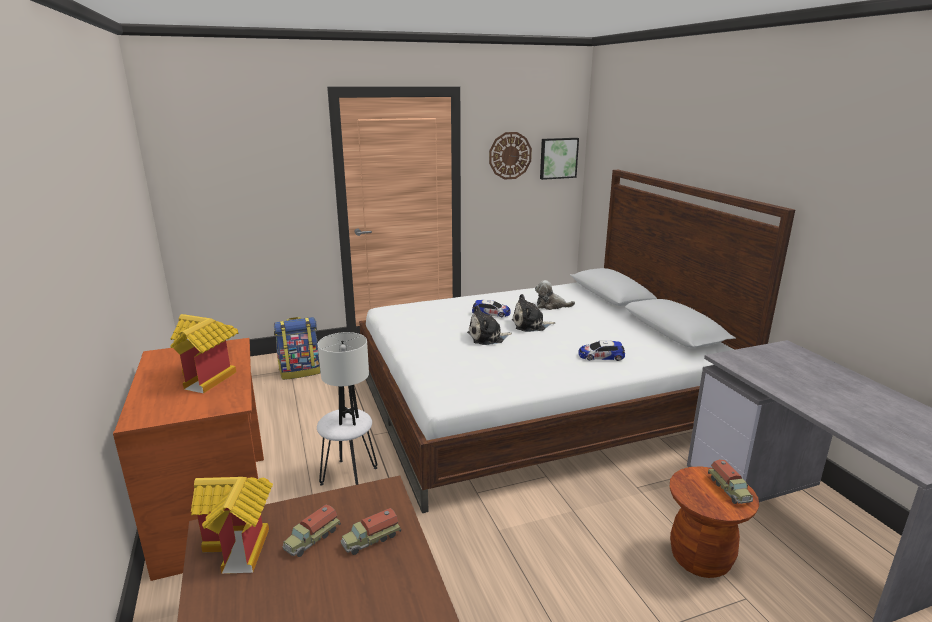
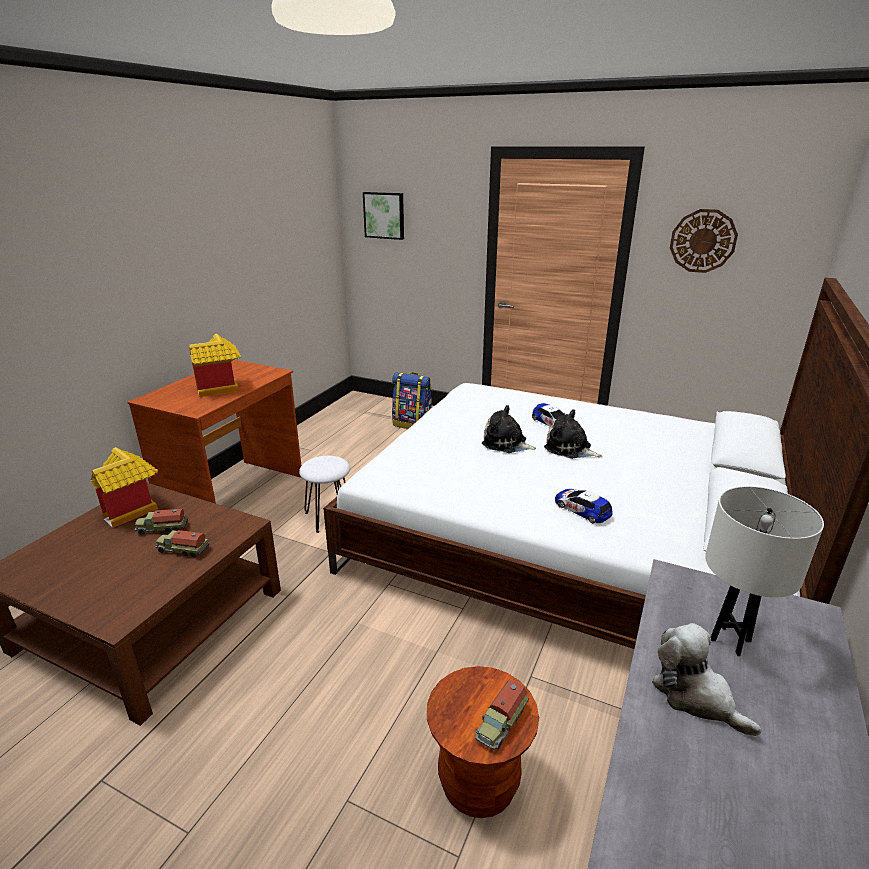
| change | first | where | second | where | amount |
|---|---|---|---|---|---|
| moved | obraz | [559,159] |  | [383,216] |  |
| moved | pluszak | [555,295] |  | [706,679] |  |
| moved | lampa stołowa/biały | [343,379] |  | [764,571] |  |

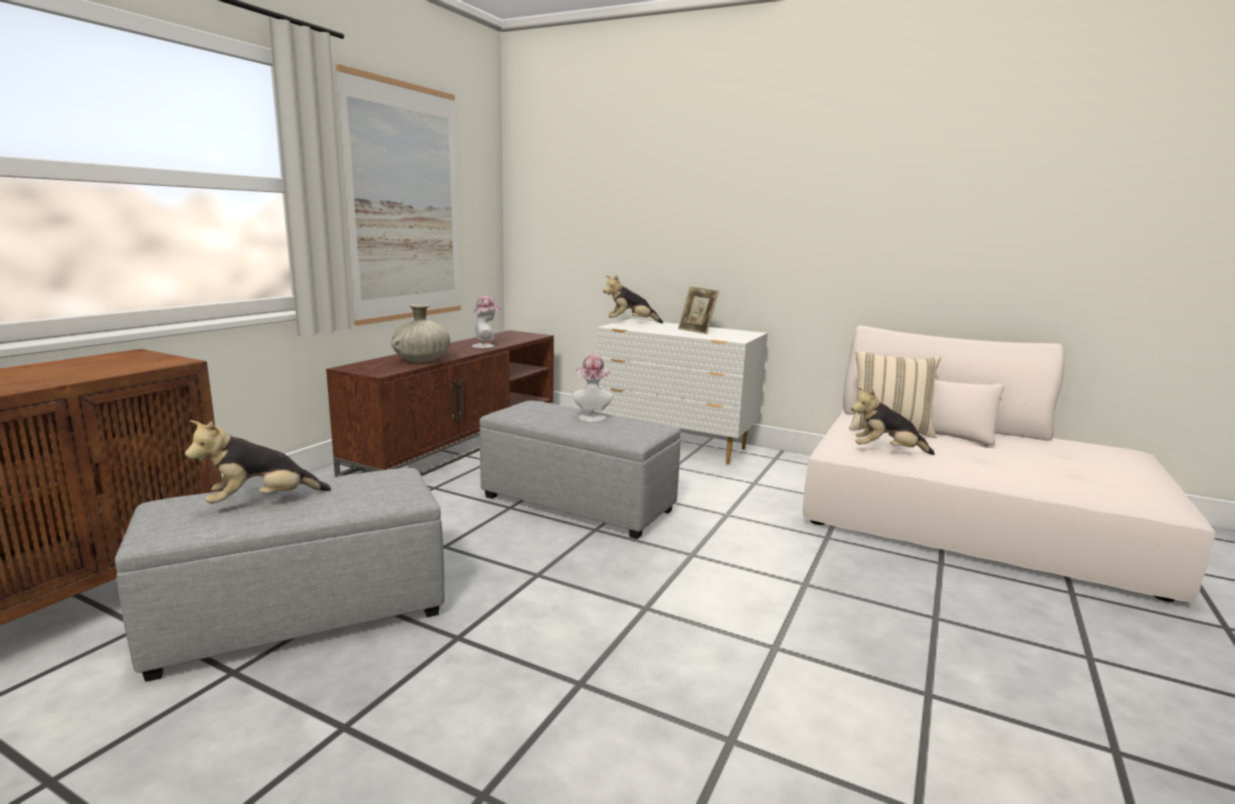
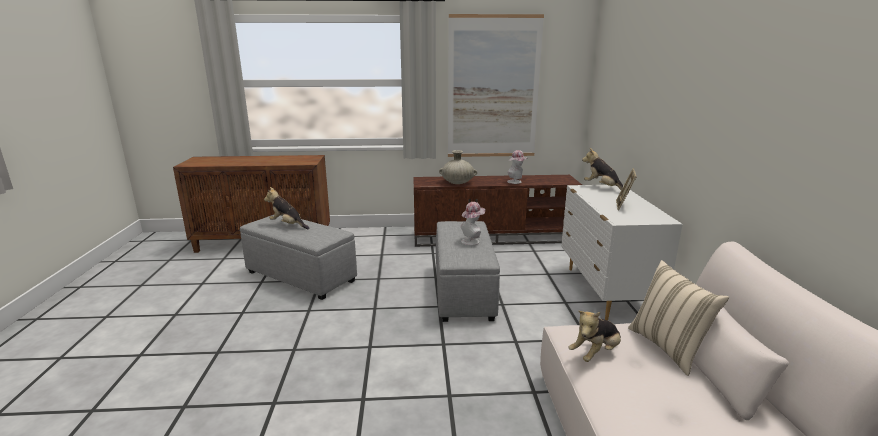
| change | first | where | second | where | amount |
|---|---|---|---|---|---|
| turned | pluszak | [893,420] |  | [595,336] | 105 degrees counterclockwise |

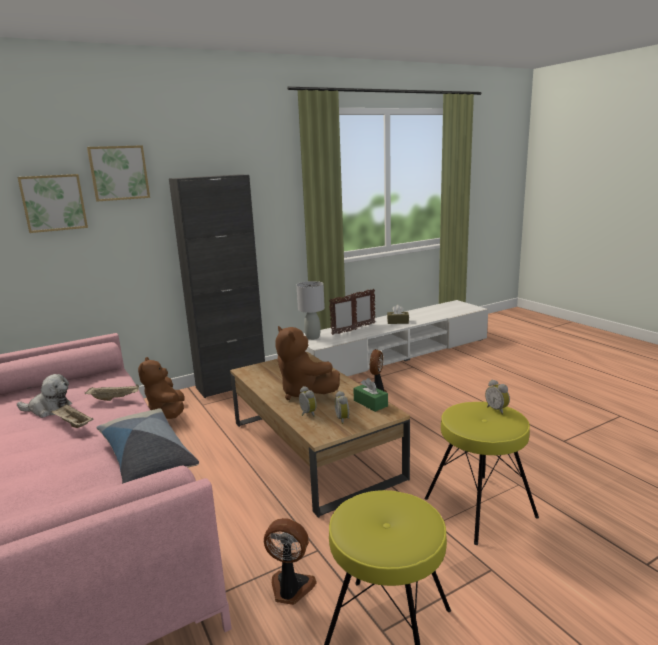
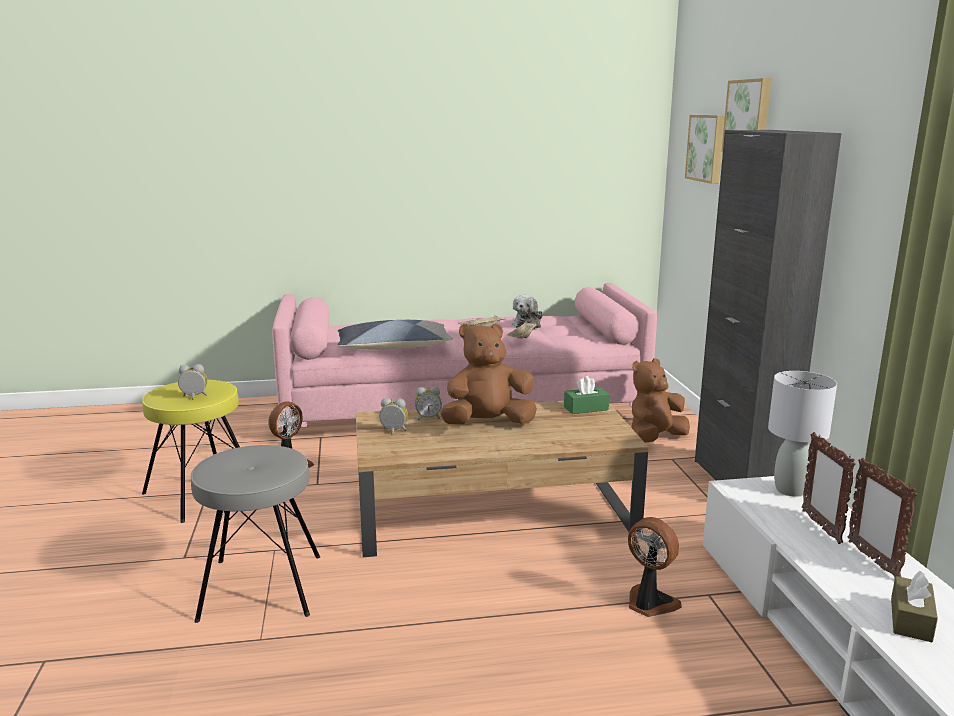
| change | first | where | second | where | amount |
|---|---|---|---|---|---|
| moved | budzik | [497,397] |  | [192,382] |  |
| recoloured | stołek/żółty | [482,473] | stołek/szary | [255,534] |  |
| moved | pudełko chusteczek/zielony | [370,395] |  | [586,395] |  |
| turned | pluszak/brązowy | [161,388] |  | [660,400] | 45 degrees counterclockwise |

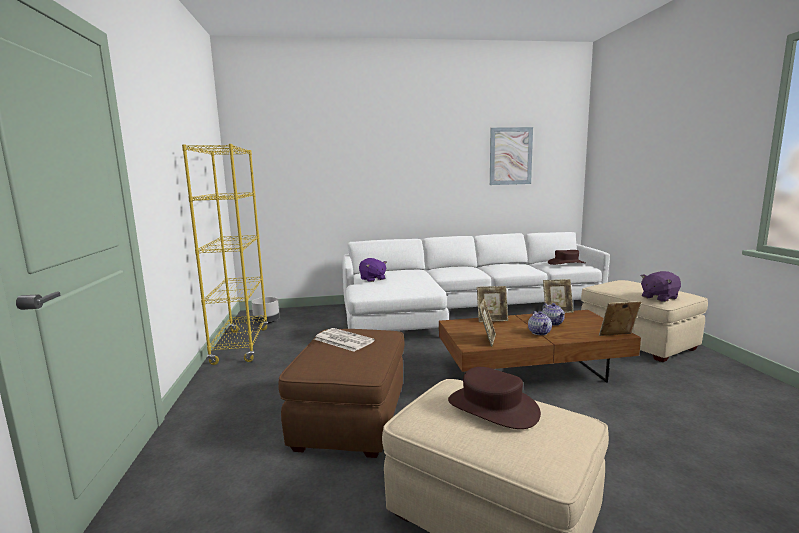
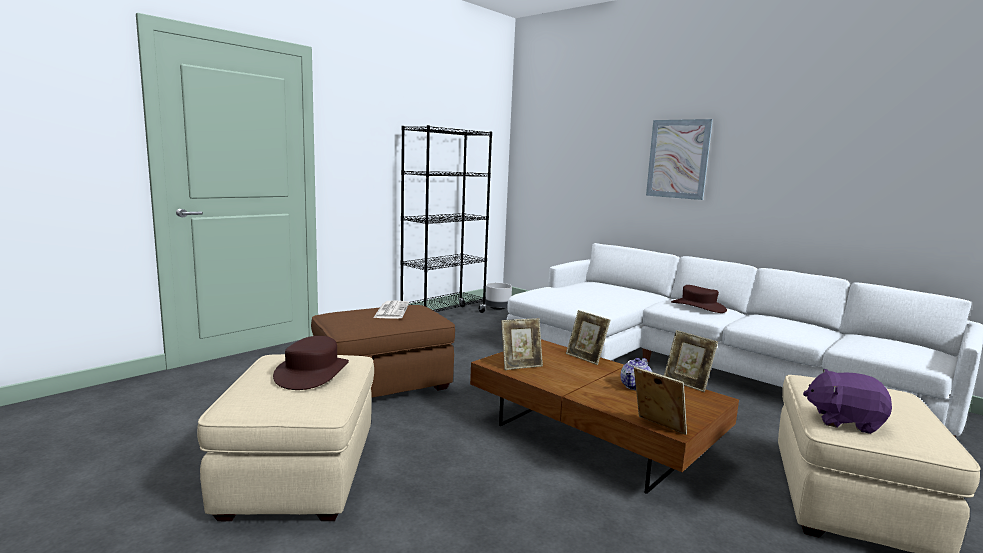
| change | first | where | second | where | amount |
|---|---|---|---|---|---|
| recoloured | regał/żółty | [225,254] | regał/czarny | [446,219] |  |
| moved | obraz | [511,156] |  | [679,159] |  |
| moved | kapelusz/brązowy | [566,257] |  | [699,299] |  |
| removed | pluszak/fioletowy | [373,270] |  |  |  |
| removed | imbryk | [540,323] |  |  |  |

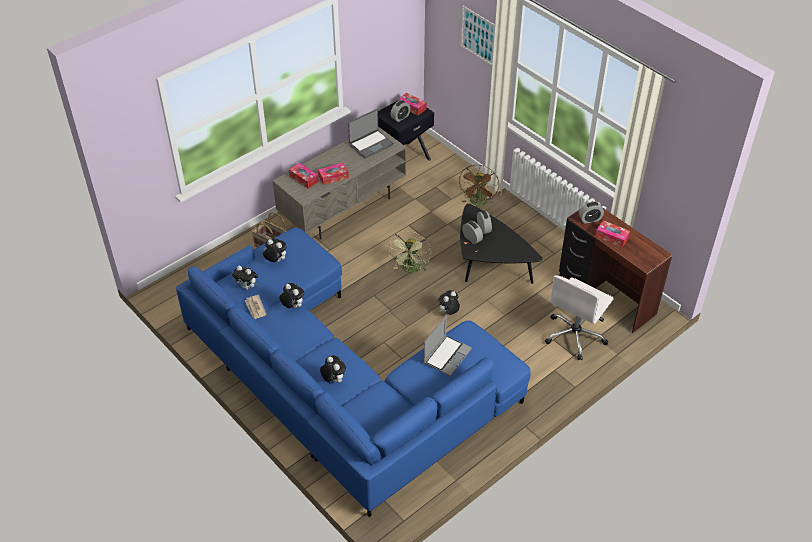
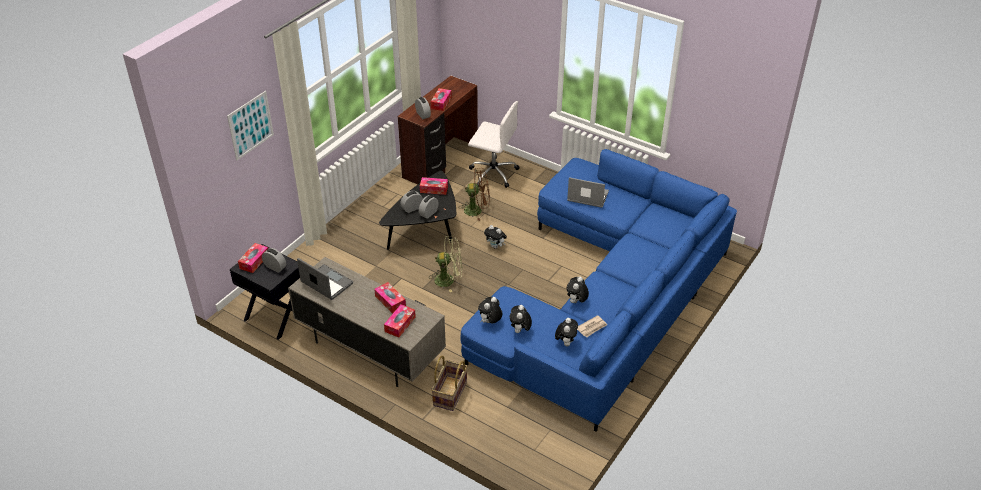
| change | first | where | second | where | amount |
|---|---|---|---|---|---|
| added |  |  | pudełko chusteczek | [434,186] |  |
| moved | wentylator/brązowy | [478,185] |  | [474,194] |  |
| moved | pluszak | [333,368] |  | [490,310] |  |

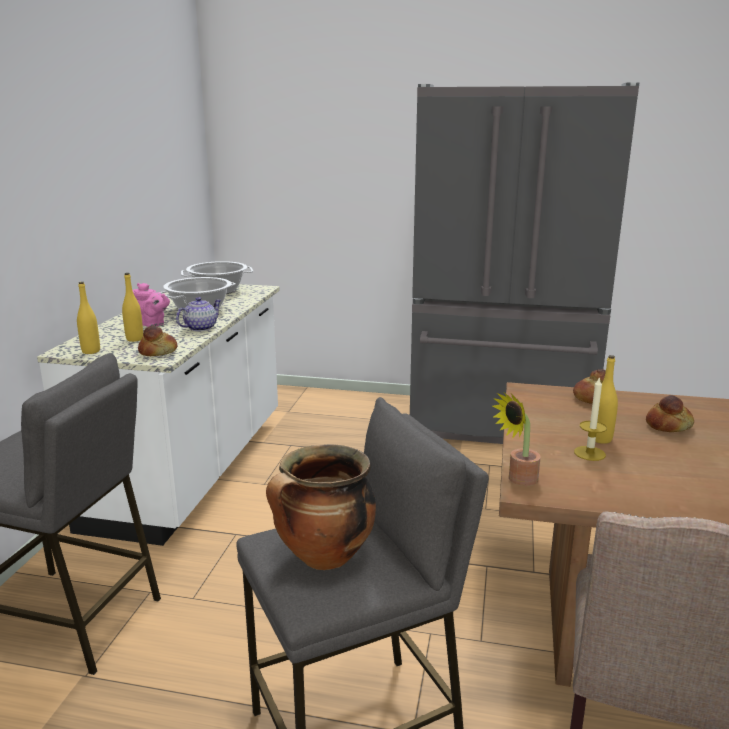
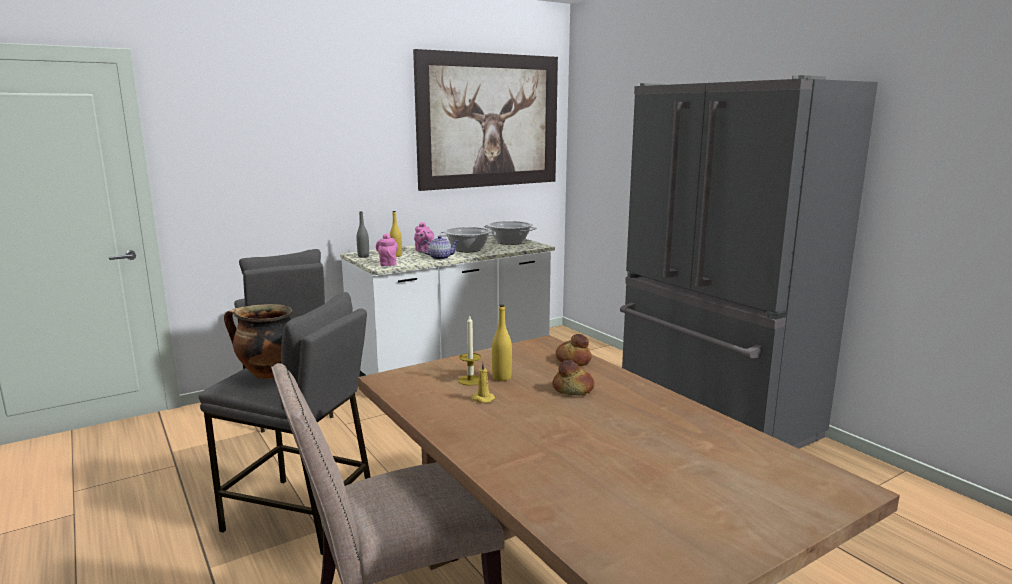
| change | first | where | second | where | amount |
|---|---|---|---|---|---|
| recoloured | butelka/żółty | [88,318] | butelka/szary | [362,234] |  |
| replaced | chleb | [157,340] | imbryk/różowy | [387,249] |  |
| added |  |  | obraz | [485,120] |  |
| added |  |  | świeca/żółty | [483,382] |  |
| removed | roślina doniczkowa | [516,439] |  |  |  |

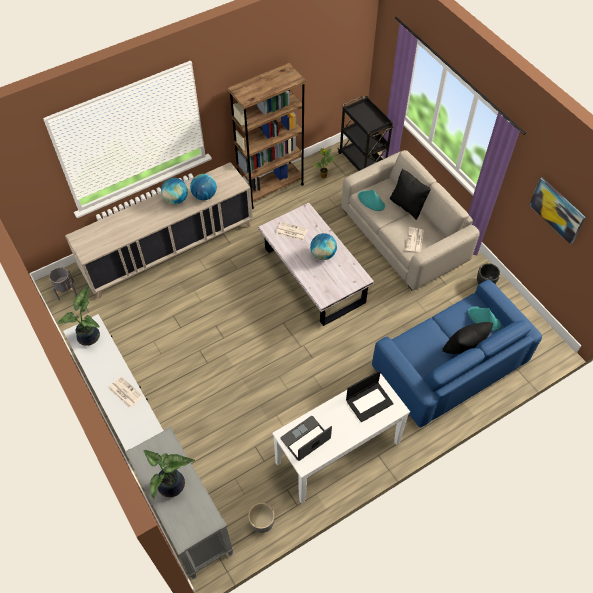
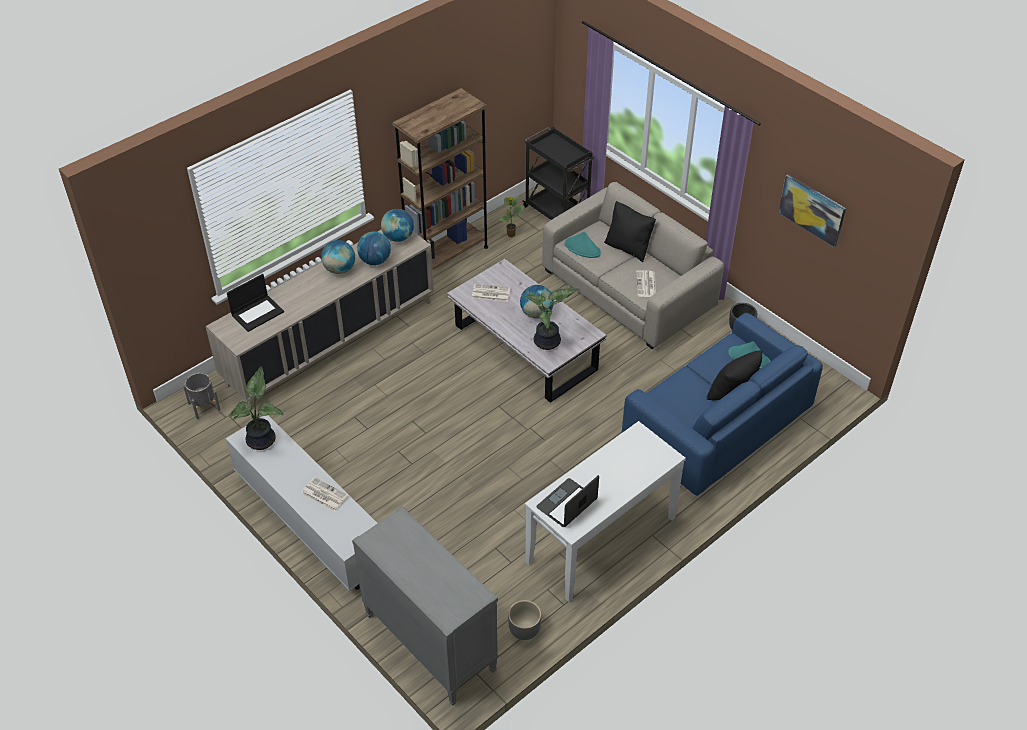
| change | first | where | second | where | amount |
|---|---|---|---|---|---|
| moved | laptop | [370,396] |  | [255,303] |  |
| added |  |  | globus | [397,225] |  |
| moved | roślina doniczkowa | [169,474] |  | [552,319] |  |

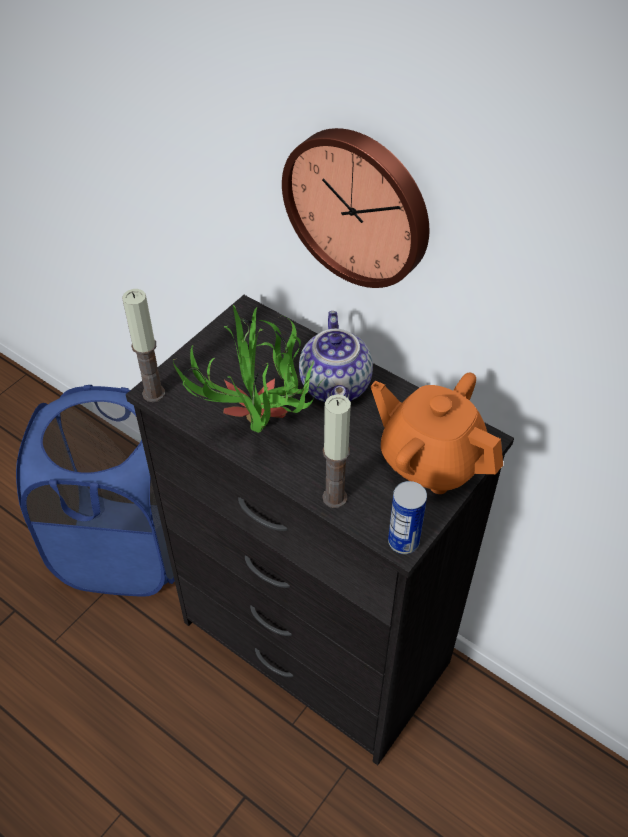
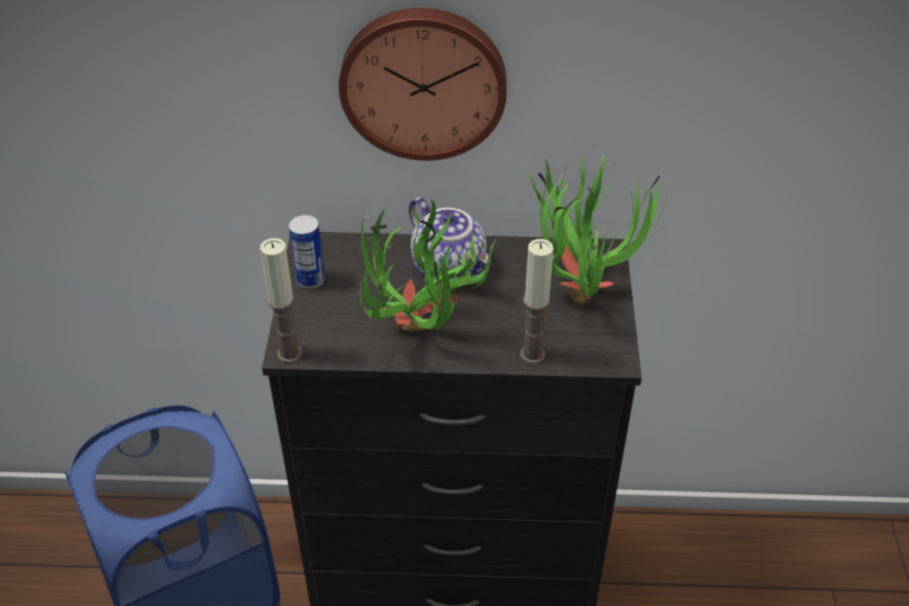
| change | first | where | second | where | amount |
|---|---|---|---|---|---|
| moved | puszka | [407,517] |  | [307,251] |  |
| replaced | imbryk/pomarańczowy | [437,433] | roślina doniczkowa | [597,229] |  |

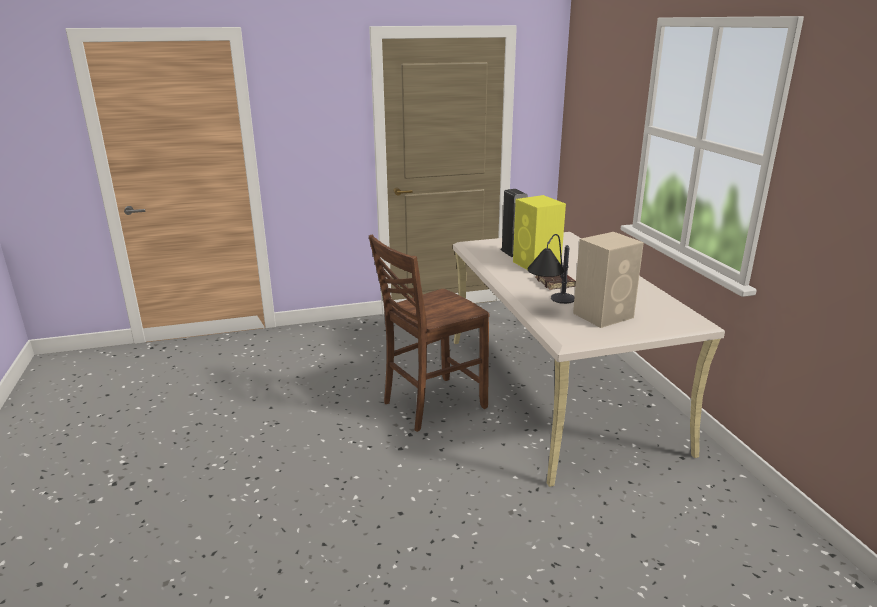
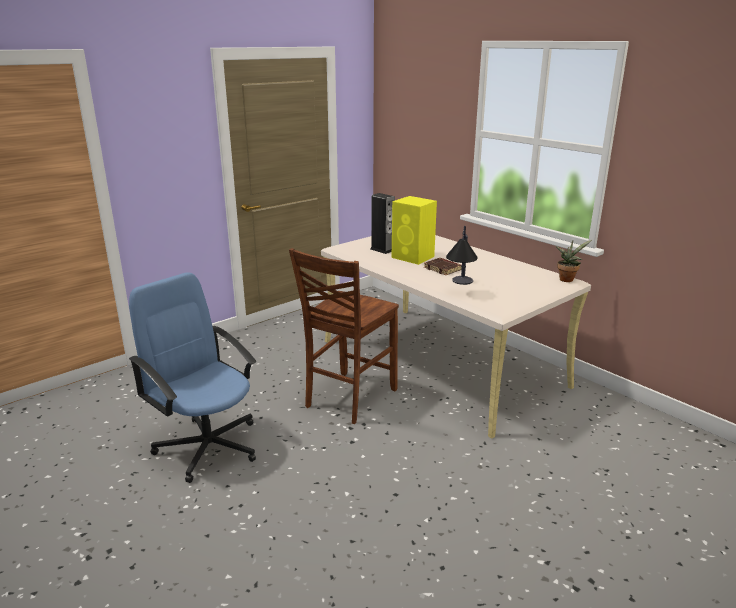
| change | first | where | second | where | amount |
|---|---|---|---|---|---|
| added |  |  | krzesło biurowe/niebieski | [192,377] |  |
| added |  |  | roślina doniczkowa | [573,261] |  |
| removed | głośnik/beżowy | [608,280] |  |  |  |

